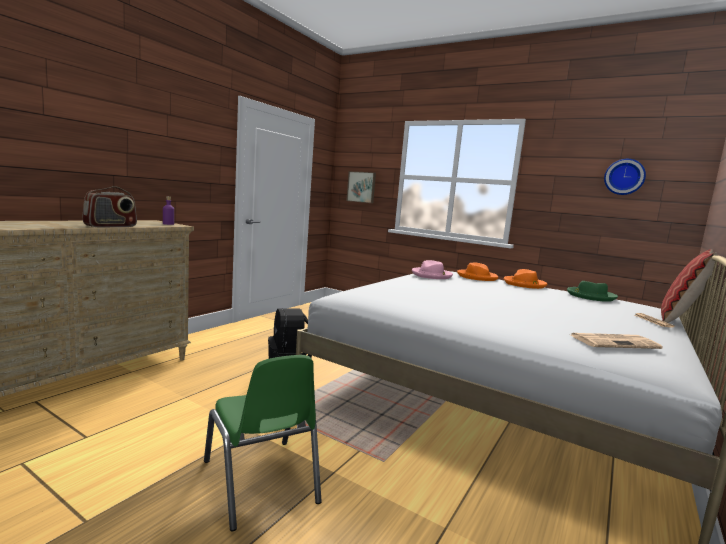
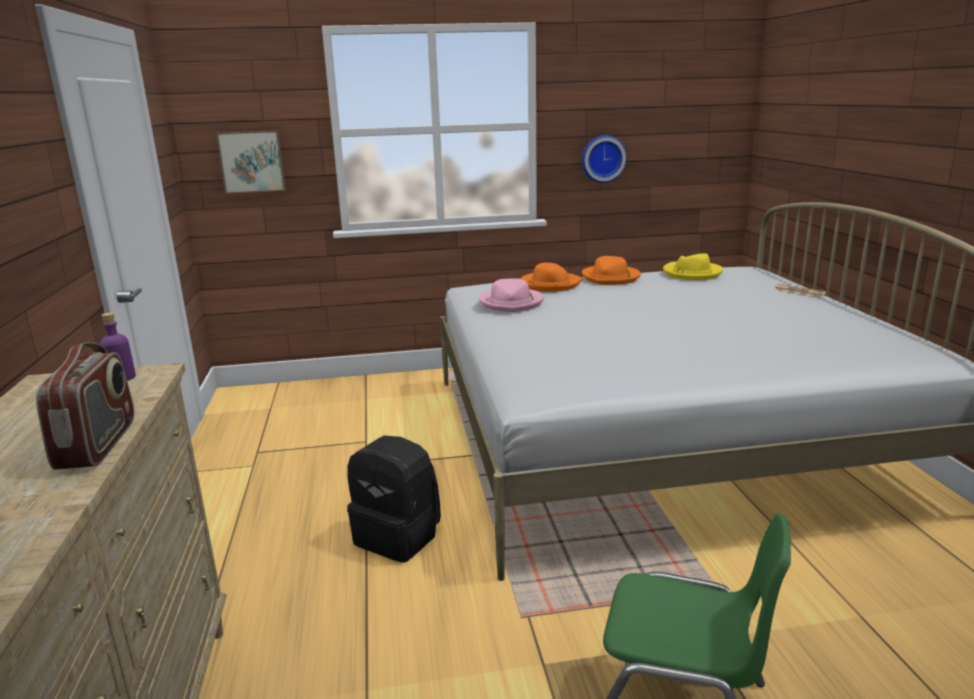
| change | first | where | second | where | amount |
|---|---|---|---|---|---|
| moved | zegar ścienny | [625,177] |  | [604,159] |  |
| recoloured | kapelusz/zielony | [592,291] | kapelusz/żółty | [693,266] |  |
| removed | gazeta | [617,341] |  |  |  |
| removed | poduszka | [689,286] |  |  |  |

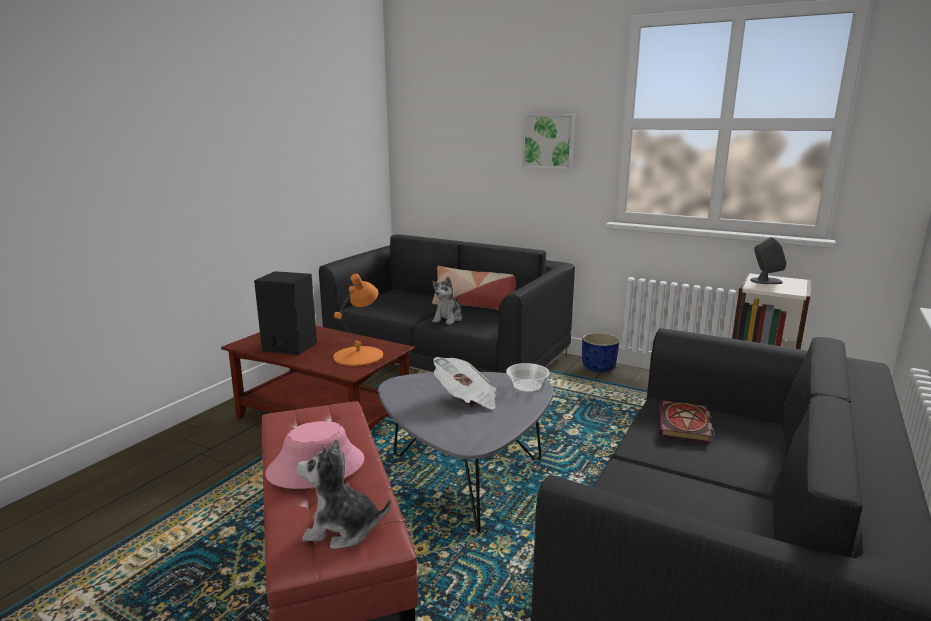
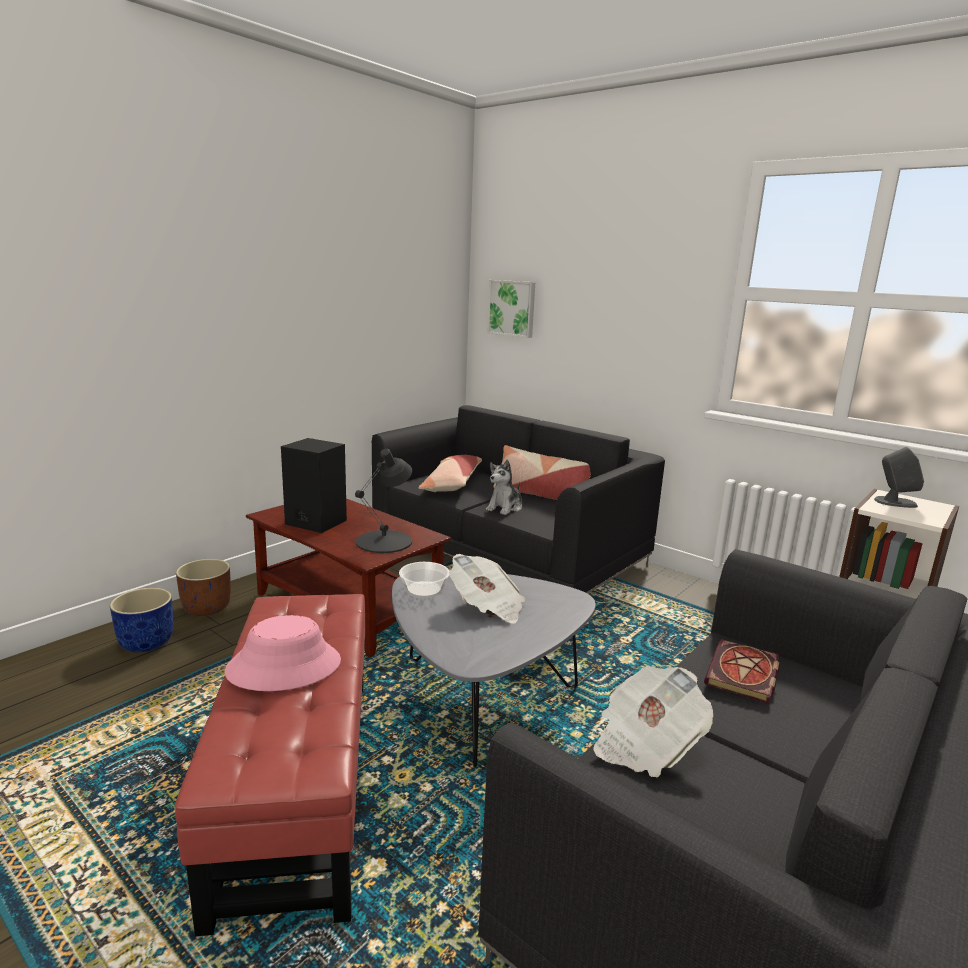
| change | first | where | second | where | amount |
|---|---|---|---|---|---|
| moved | donica/niebieski | [600,353] |  | [141,620] |  |
| added |  |  | donica/brązowy | [203,587] |  |
| recoloured | lampa stołowa/pomarańczowy | [358,320] | lampa stołowa/czarny | [383,501] |  |
| moved | miska | [528,378] |  | [424,580] |  |
| added |  |  | poduszka | [450,473] |  |
| moved | obraz | [548,142] |  | [511,309] |  |
| added |  |  | gazeta | [653,721] |  |
| removed | pluszak | [343,494] |  |  |  |

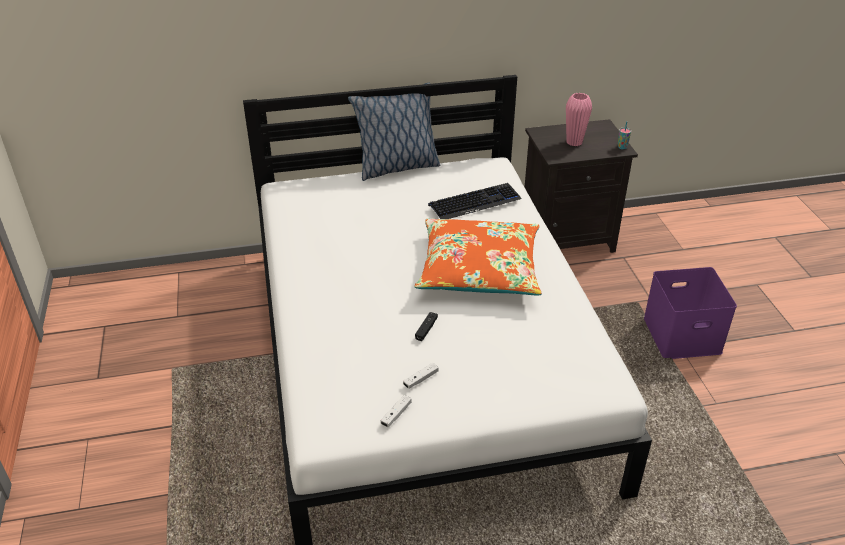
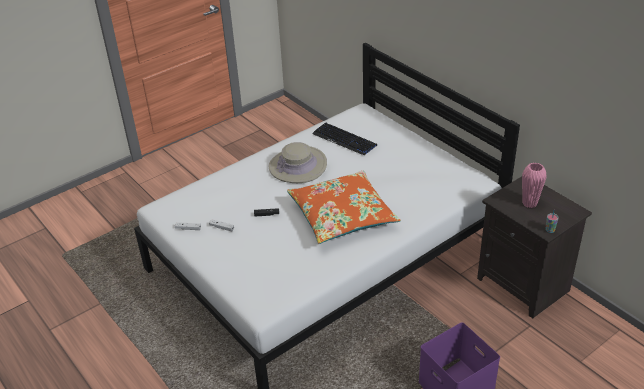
| change | first | where | second | where | amount |
|---|---|---|---|---|---|
| added |  |  | kapelusz/beżowy | [298,162] |  |
| moved | klawiatura | [475,201] |  | [344,139] |  |
| removed | poduszka | [394,132] |  |  |  |

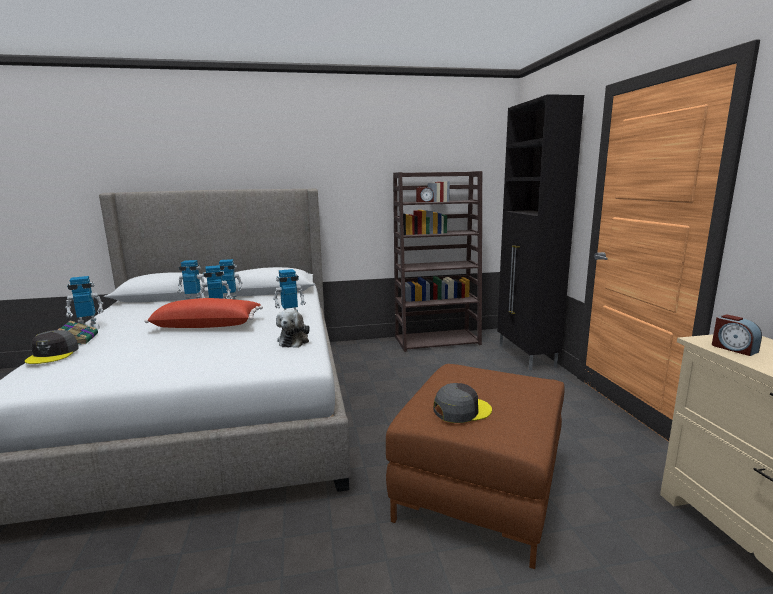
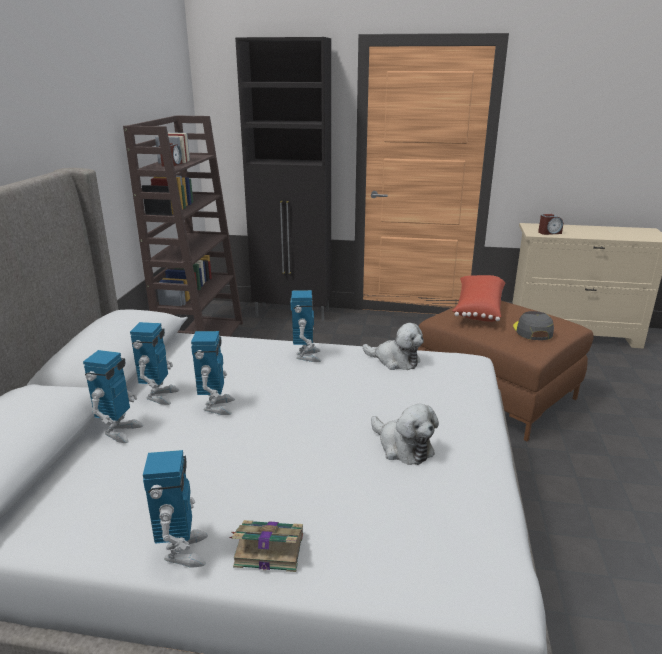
| change | first | where | second | where | amount |
|---|---|---|---|---|---|
| added |  |  | pluszak | [405,434] |  |
| moved | poduszka/czerwony | [203,313] |  | [478,298] |  |
| removed | czapka z daszkiem/szary | [52,347] |  |  |  |

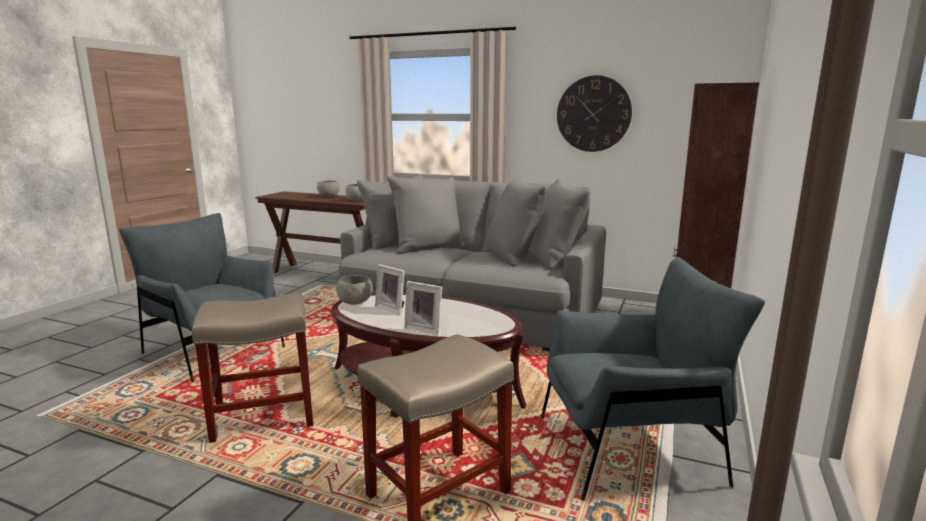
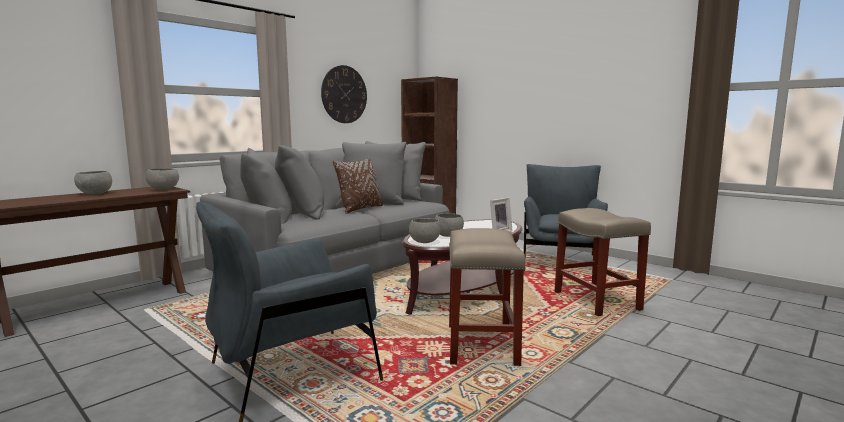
| change | first | where | second | where | amount |
|---|---|---|---|---|---|
| added |  |  | poduszka/brązowy | [358,186] |  |
| replaced | ramka na zdjęcie | [390,289] | miska/szary | [449,225] |  |

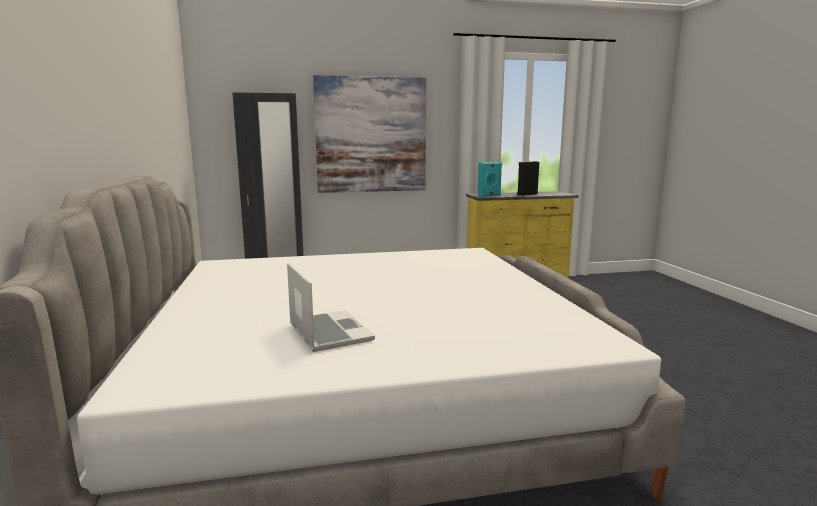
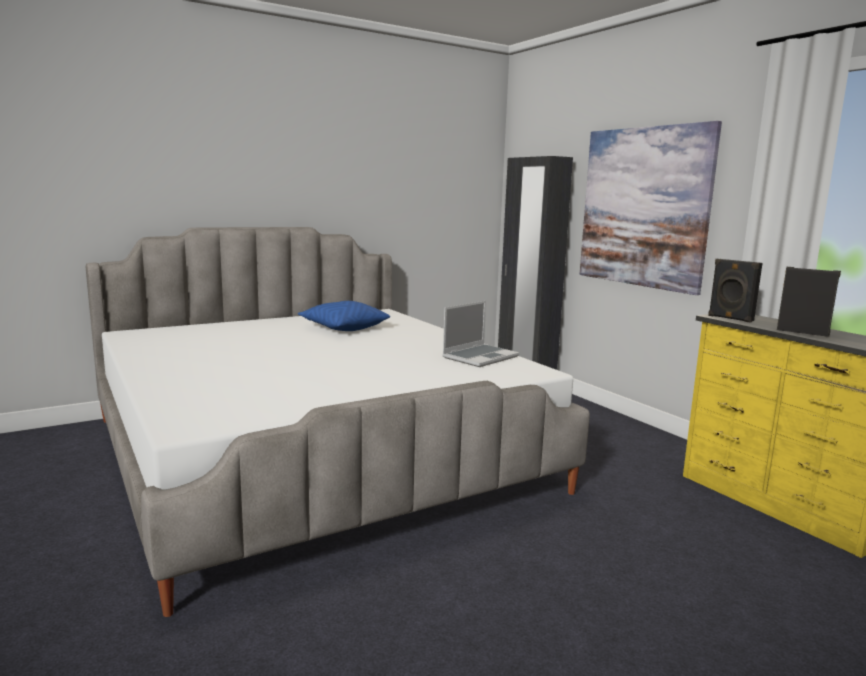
| change | first | where | second | where | amount |
|---|---|---|---|---|---|
| added |  |  | poduszka/niebieski | [344,316] |  |
| moved | laptop | [331,307] |  | [480,334] |  |
| recoloured | głośnik/turkusowy | [489,179] | głośnik/czarny | [735,291] |  |

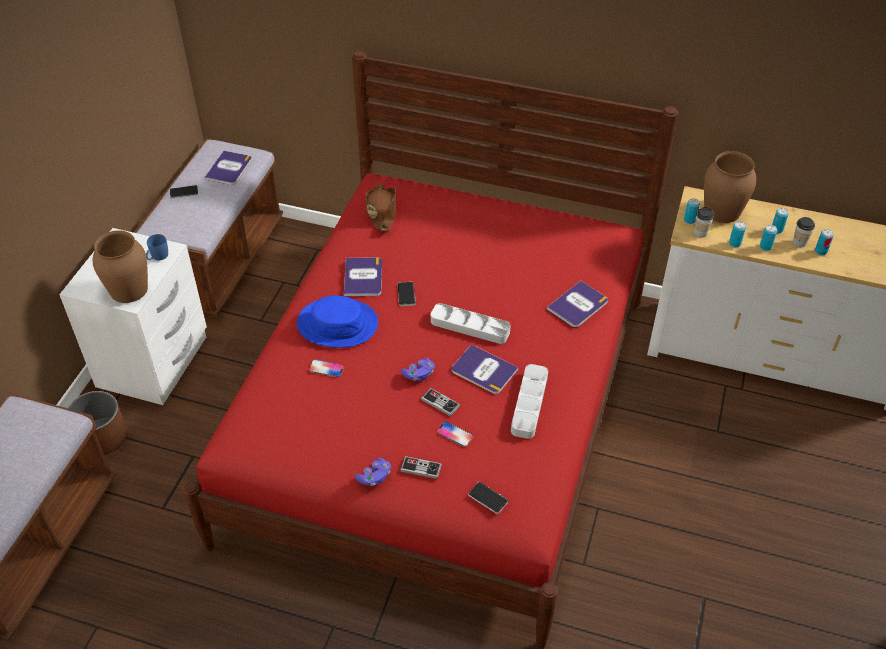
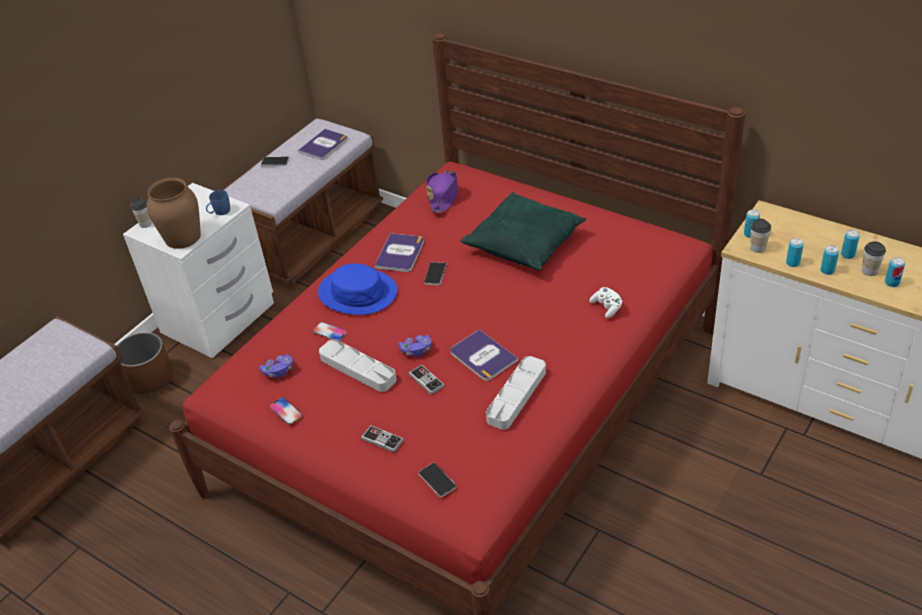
| change | first | where | second | where | amount |
|---|---|---|---|---|---|
| added |  |  | filiżanka | [141,213] |  |
| moved | pad do gier/fioletowy | [373,472] |  | [276,365] |  |
| moved | telefon | [455,434] |  | [286,411] |  |
| moved | taca/szary | [471,323] |  | [357,365] |  |
| recoloured | kapelusz/brązowy | [381,208] | kapelusz/fioletowy | [442,191] |  |
| added |  |  | poduszka/zielony | [523,231] |  |
| replaced | książka | [577,304] | pad do gier/biały | [606,302] |  |
| removed | wazon/brązowy | [730,187] |  |  |  |

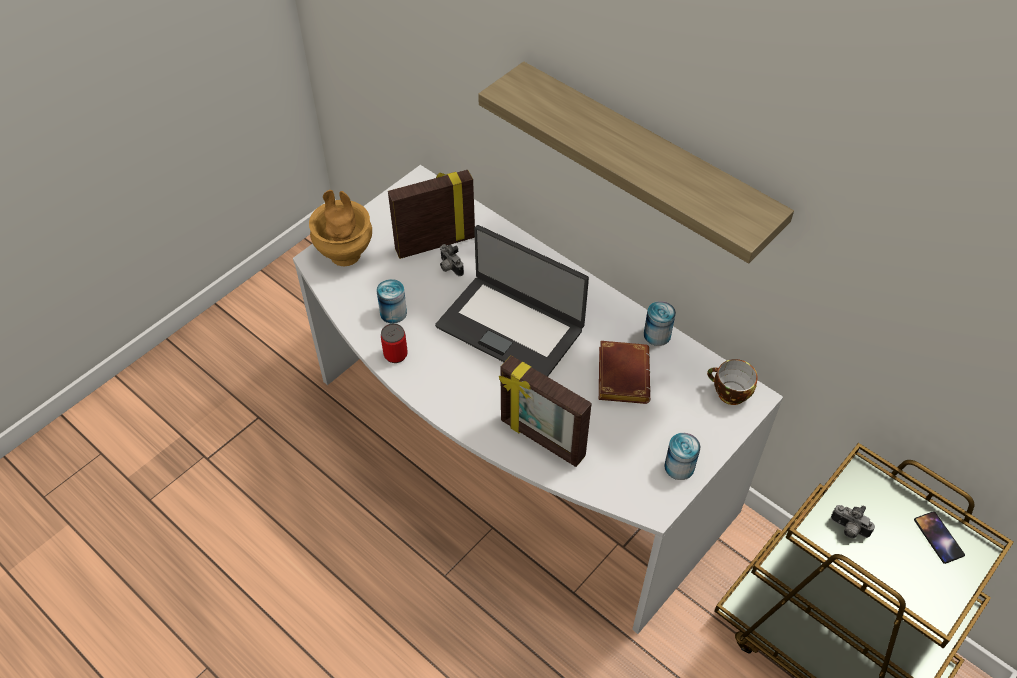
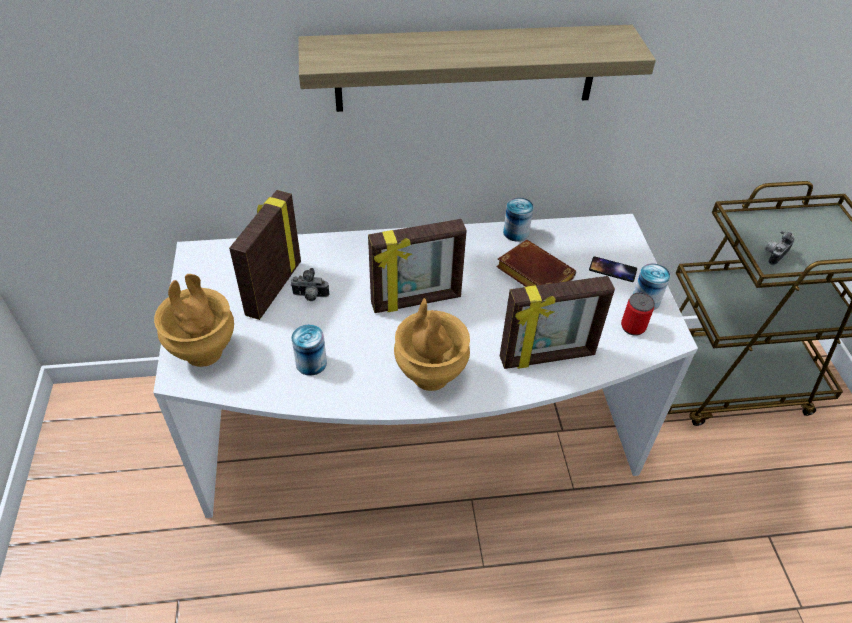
| change | first | where | second | where | amount |
|---|---|---|---|---|---|
| replaced | laptop | [512,301] | ramka na zdjęcie | [417,266] |  |
| added |  |  | wazon/brązowy | [432,344] |  |
| moved | telefon | [939,537] |  | [613,269] |  |
| moved | puszka | [394,343] |  | [638,314] |  |
| turned | aparat fotograficzny | [853,521] |  | [780,248] | 150 degrees clockwise |
| removed | filiżanka | [732,382] |  |  |  |

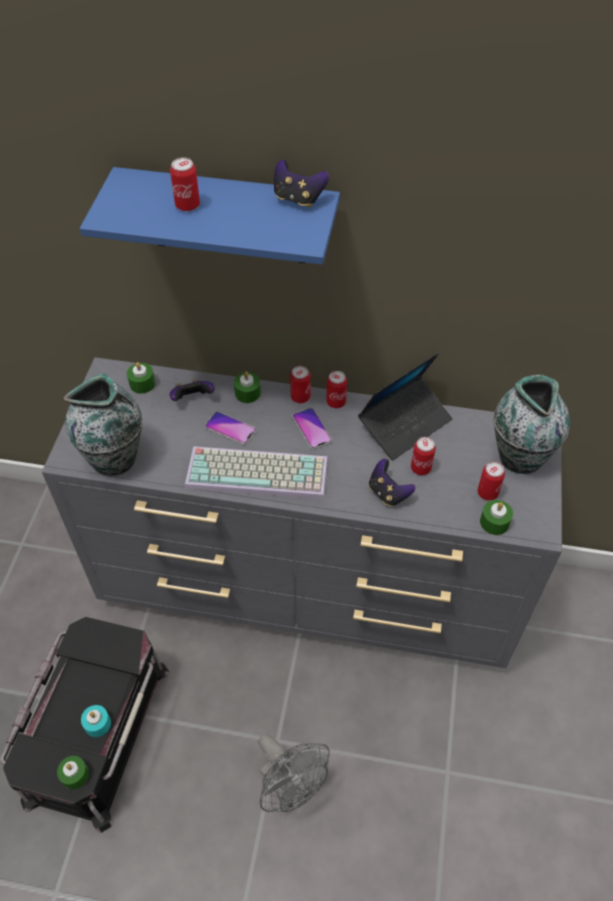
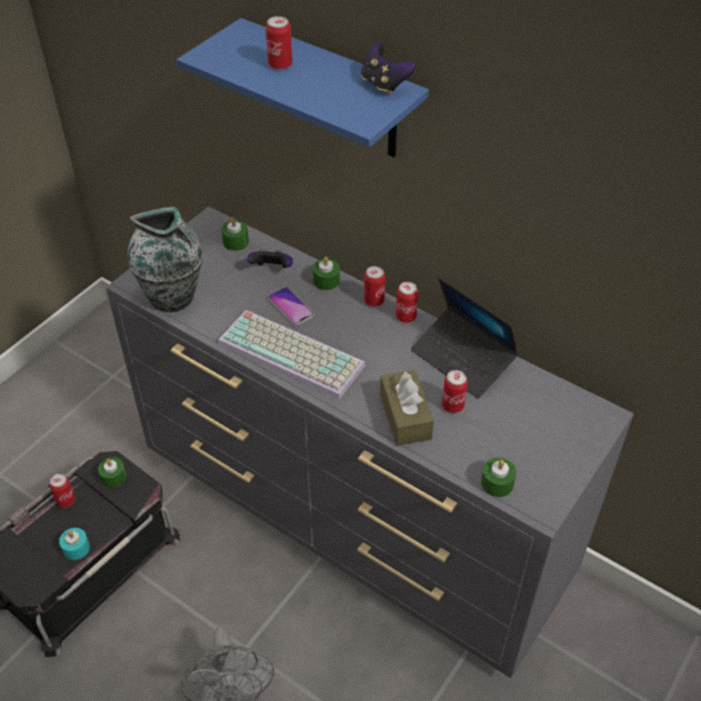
| change | first | where | second | where | amount |
|---|---|---|---|---|---|
| moved | puszka | [491,481] |  | [62,490] |  |
| moved | świeca/zielony | [73,772] |  | [112,472] |  |
| replaced | pad do gier | [392,482] | pudełko chusteczek/brązowy | [407,408] |  |
| turned | laptop | [405,406] |  | [465,338] | 60 degrees clockwise |
| removed | telefon | [312,429] |  |  |  |
| removed | wazon | [532,424] |  |  |  |

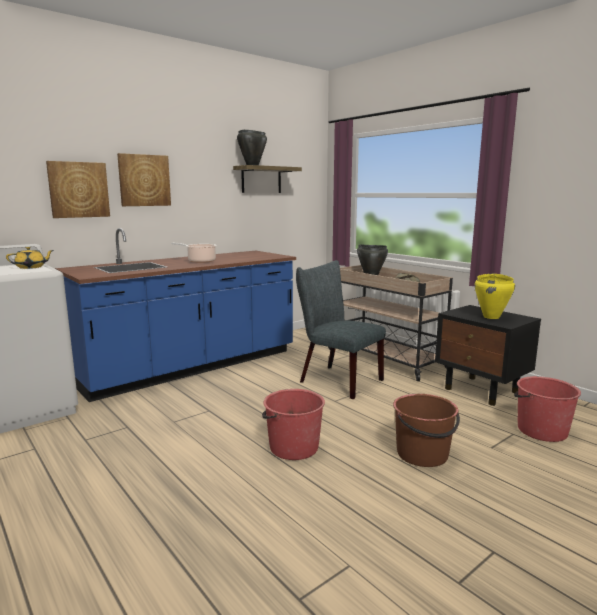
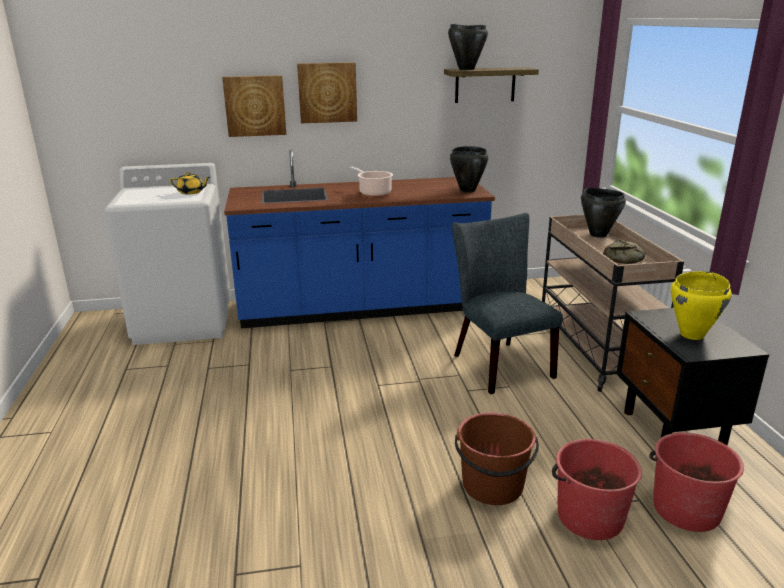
| change | first | where | second | where | amount |
|---|---|---|---|---|---|
| added |  |  | garnek/czarny | [469,169] |  |
| moved | wiadro/czerwony | [293,424] |  | [597,489] |  |

